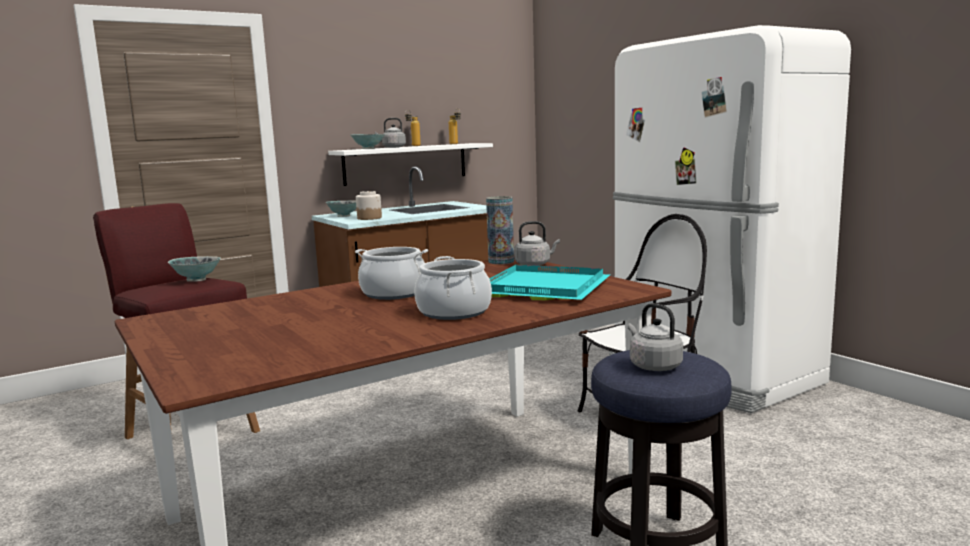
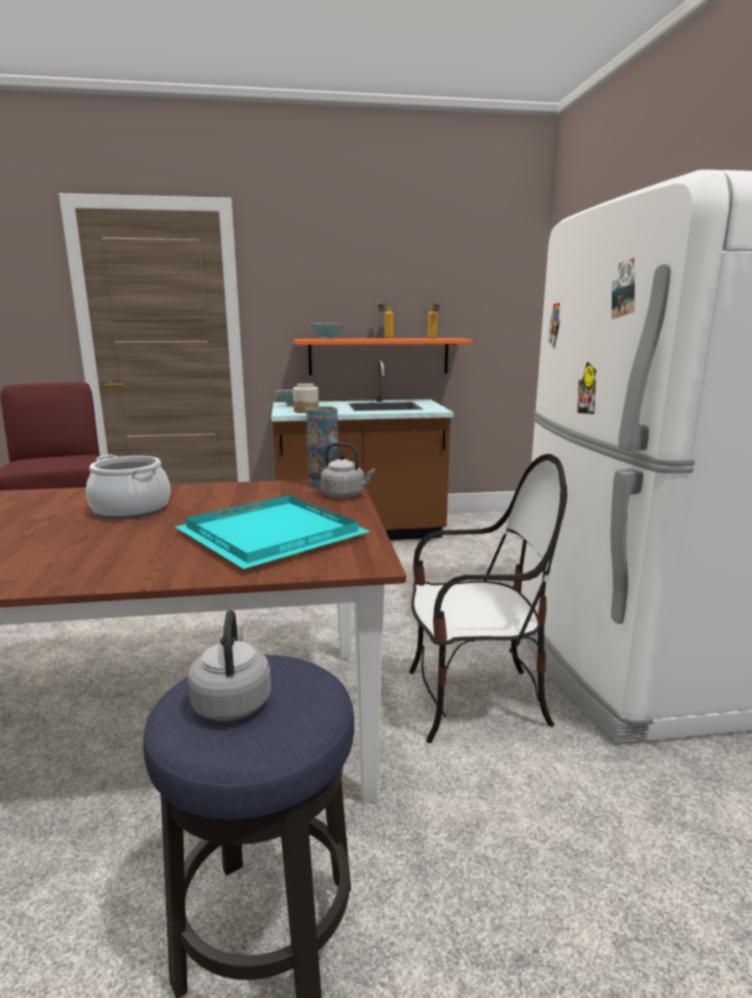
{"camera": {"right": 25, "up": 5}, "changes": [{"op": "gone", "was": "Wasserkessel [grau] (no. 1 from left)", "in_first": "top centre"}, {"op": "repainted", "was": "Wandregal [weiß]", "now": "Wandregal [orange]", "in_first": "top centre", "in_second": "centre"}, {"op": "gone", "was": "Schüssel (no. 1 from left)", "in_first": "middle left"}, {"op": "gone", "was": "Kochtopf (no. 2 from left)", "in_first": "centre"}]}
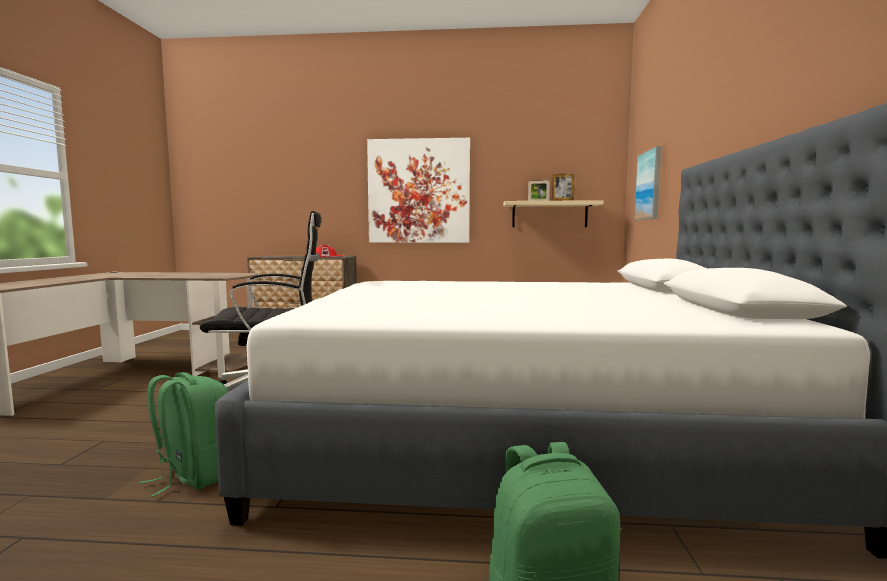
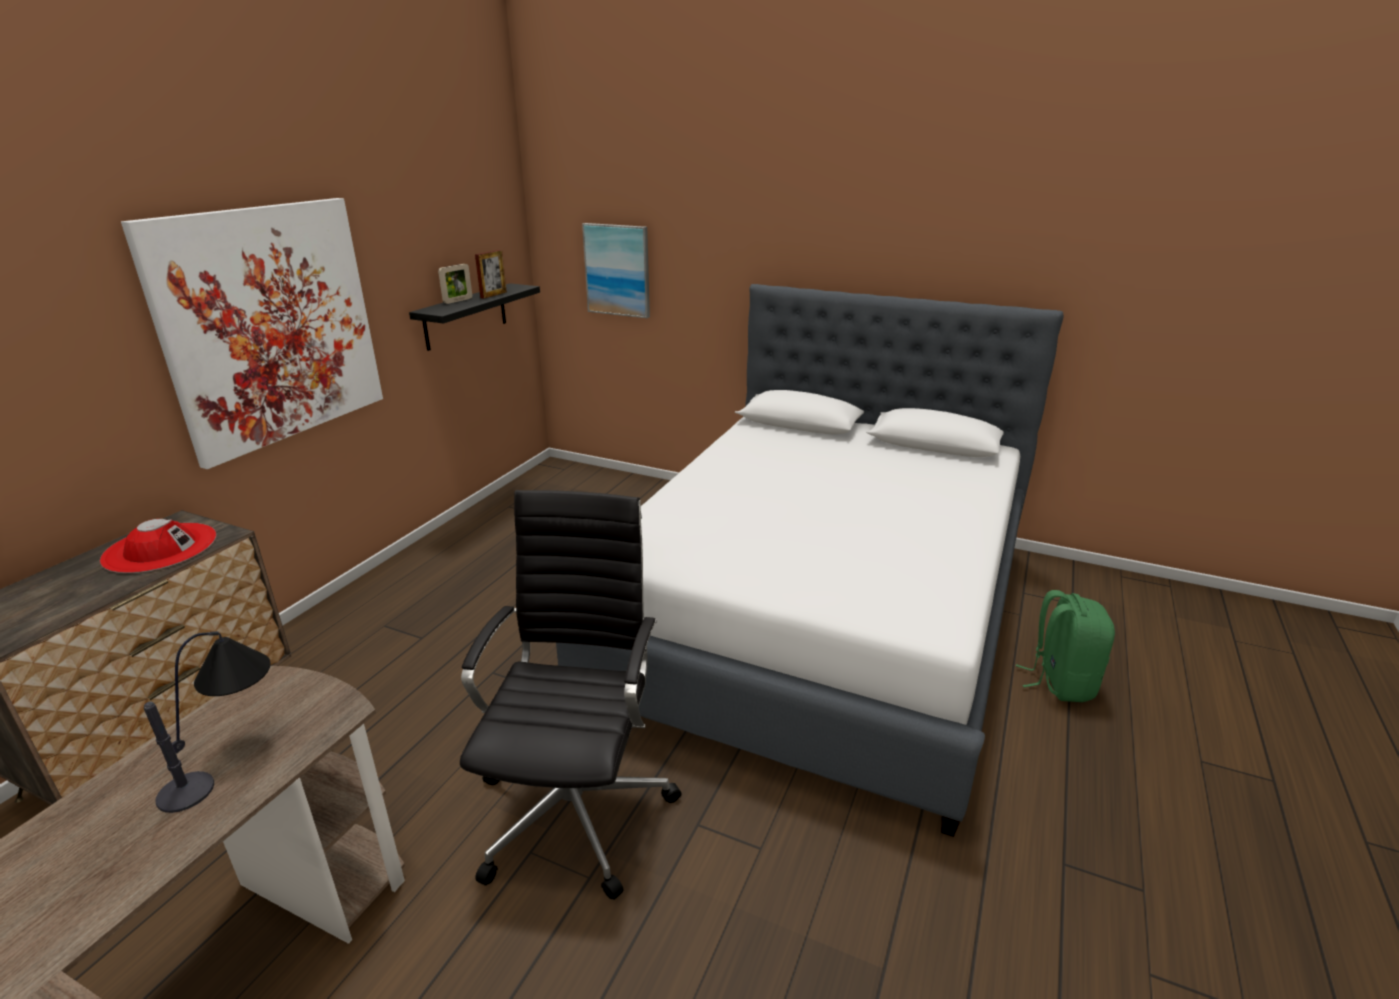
{"camera": {"right": -70, "up": 20}, "changes": [{"op": "repainted", "was": "Wandregal [beige]", "now": "Wandregal [schwarz]", "in_first": "centre", "in_second": "top centre"}, {"op": "gone", "was": "Rucksack [grün] (no. 1 from left)", "in_first": "bottom left"}, {"op": "new", "now": "Tischlampe", "in_second": "bottom left"}]}
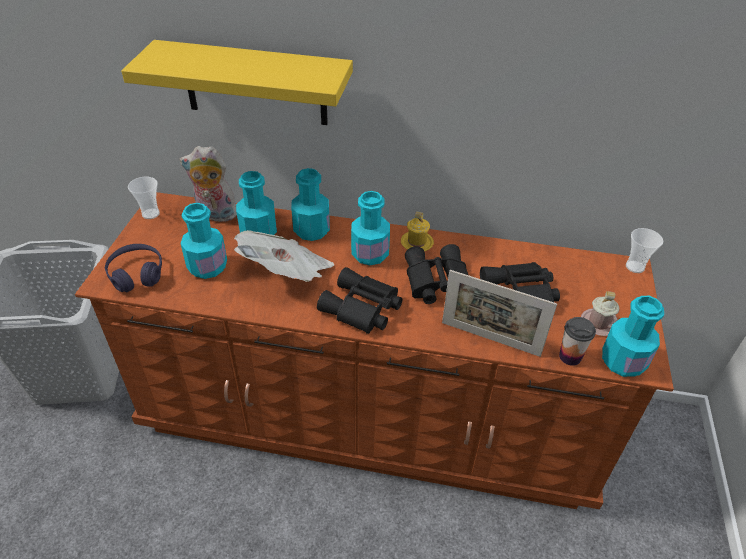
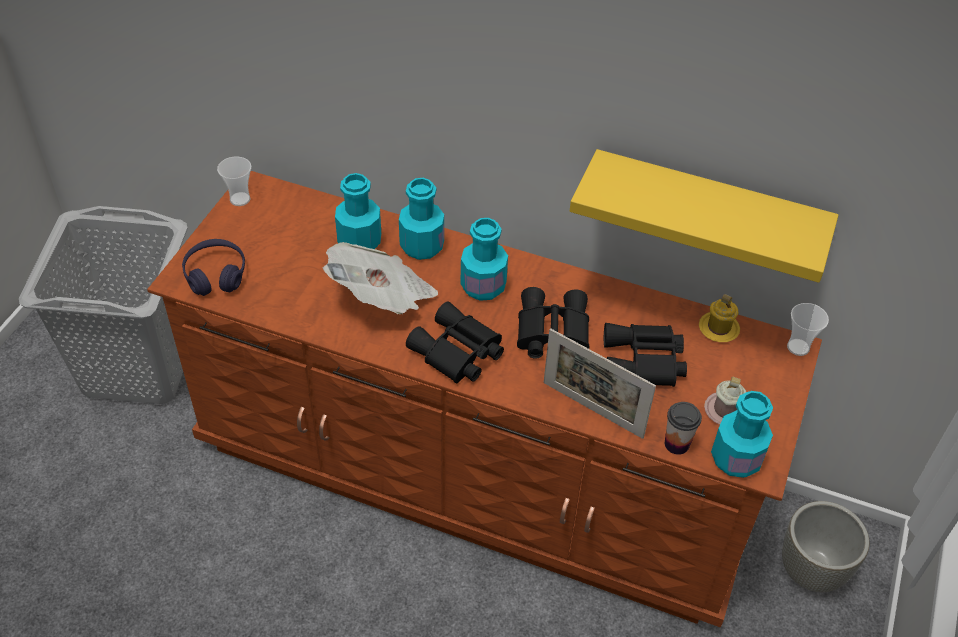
{"camera": {"right": 10, "up": 5}, "changes": [{"op": "shifted", "was": "Wandregal [gelb]", "in_first": "top left", "in_second": "middle right"}, {"op": "gone", "was": "Plüschtier", "in_first": "top left"}, {"op": "gone", "was": "Flasche [türkis] (no. 1 from left)", "in_first": "middle left"}, {"op": "shifted", "was": "Henkelbecher [gelb]", "in_first": "centre", "in_second": "middle right"}, {"op": "new", "now": "Pflanzkübel [grau]", "in_second": "bottom right"}]}
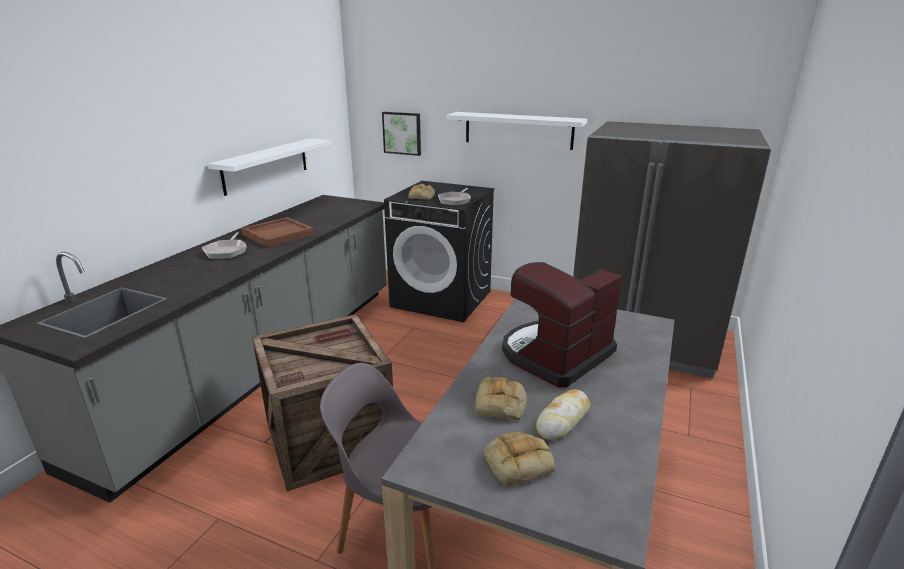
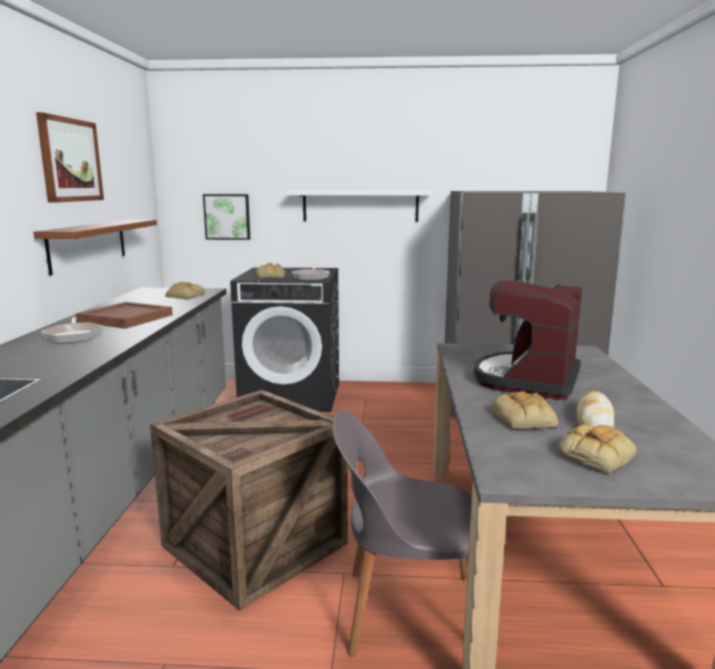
{"camera": {"right": -20, "up": -10}, "changes": [{"op": "repainted", "was": "Wandregal [weiß] (no. 1 from left)", "now": "Wandregal [braun]", "in_first": "top left", "in_second": "middle left"}, {"op": "new", "now": "Bild (no. 1 from left)", "in_second": "top left"}, {"op": "new", "now": "Brot (no. 1 from left)", "in_second": "middle left"}]}
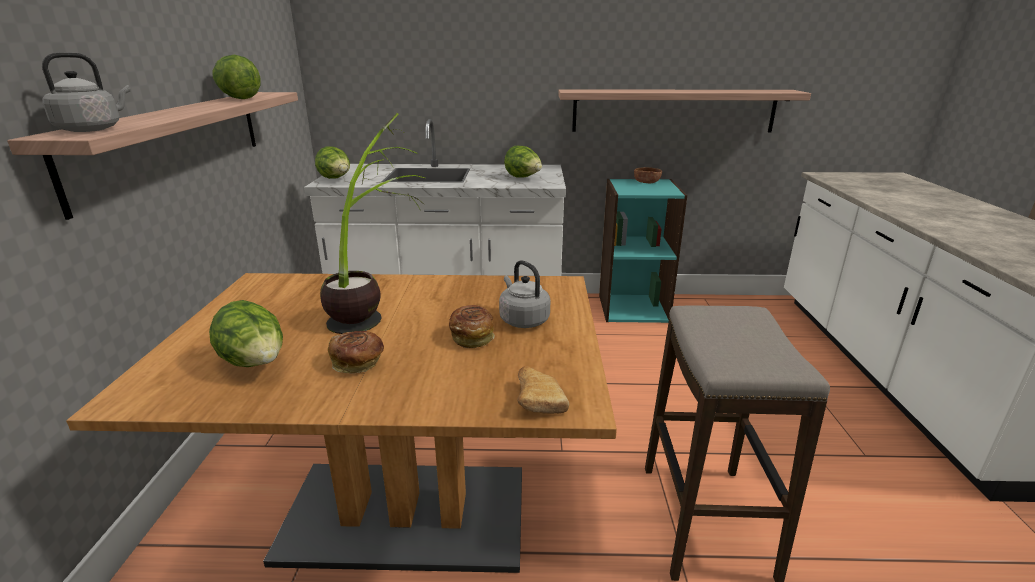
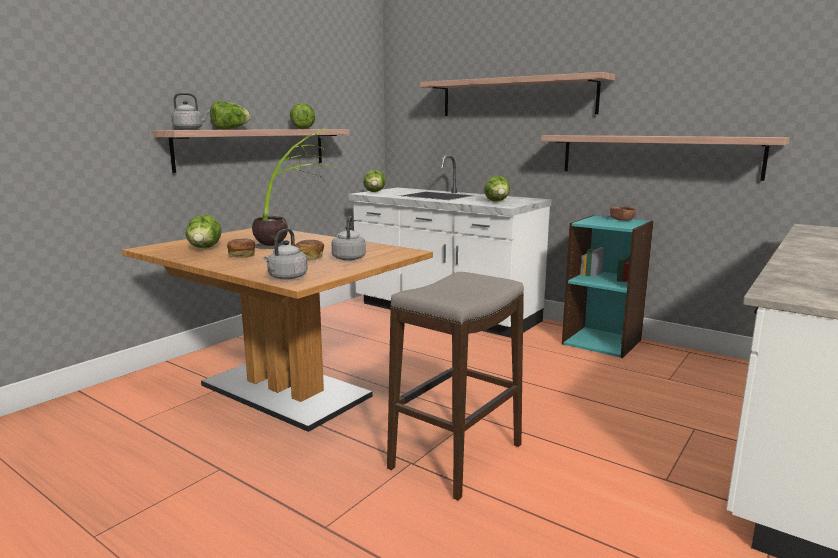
{"camera": {"right": 35, "up": -10}, "changes": [{"op": "swapped", "was": "Brot (no. 3 from left)", "now": "Wasserkessel [grau] (no. 2 from left)", "in_first": "bottom centre", "in_second": "centre"}, {"op": "new", "now": "Wandregal (no. 2 from left)", "in_second": "top centre"}, {"op": "new", "now": "Salatkopf (no. 2 from left)", "in_second": "top left"}]}
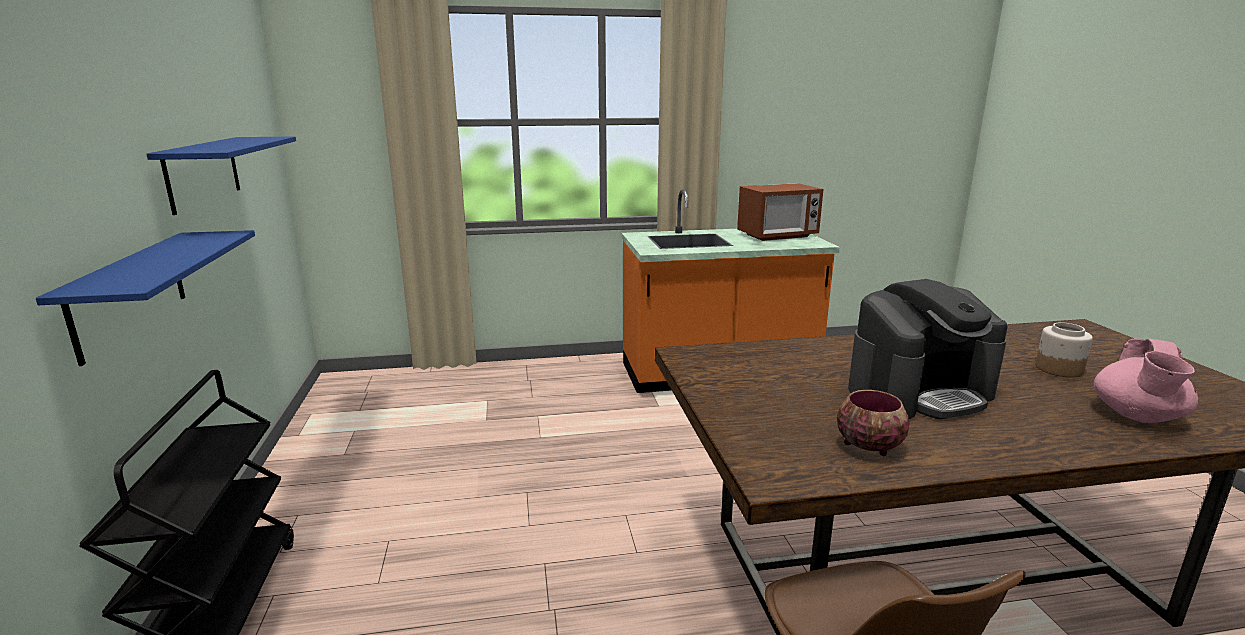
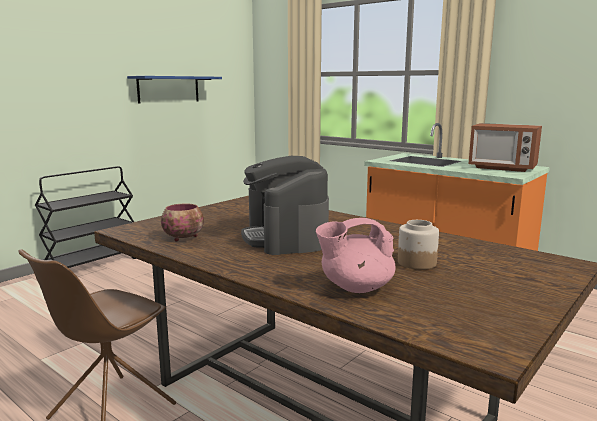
{"camera": {"right": 50, "up": -5}, "changes": [{"op": "gone", "was": "Wandregal [blau] (no. 1 from left)", "in_first": "middle left"}, {"op": "rotated", "was": "Kaffeemaschine", "in_first": "middle right", "in_second": "centre", "clockwise": 45}]}
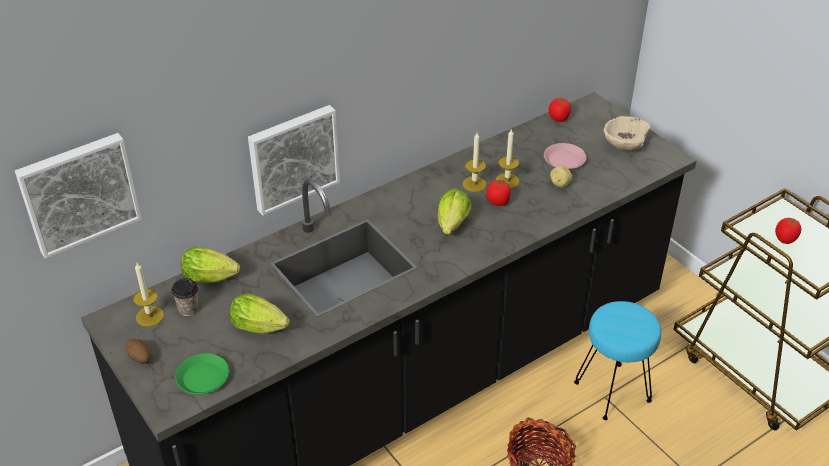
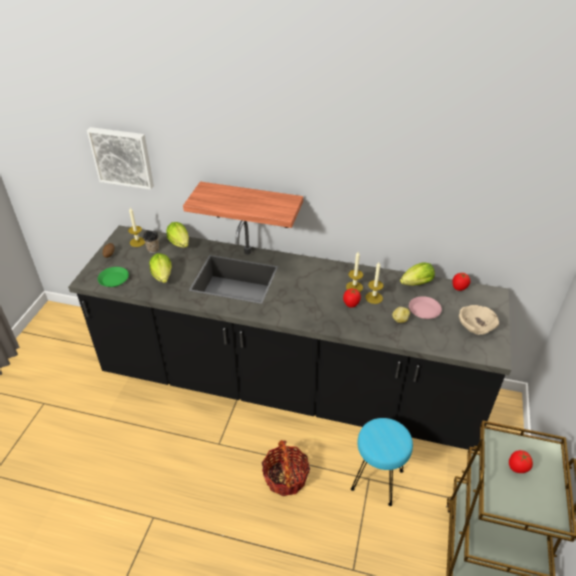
{"camera": {"right": 50, "up": 0}, "changes": [{"op": "swapped", "was": "Bild (no. 2 from left)", "now": "Wandregal", "in_first": "centre", "in_second": "centre"}, {"op": "shifted", "was": "Salatkopf (no. 3 from left)", "in_first": "centre", "in_second": "middle right"}]}
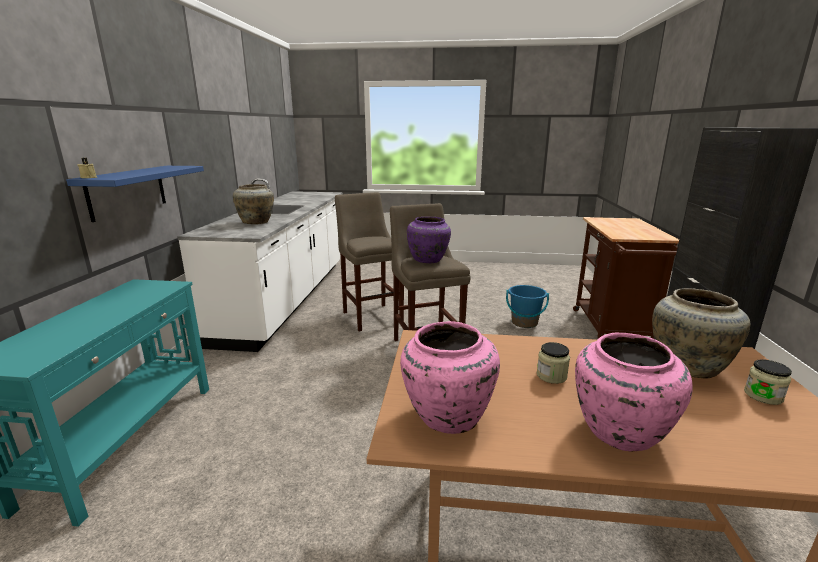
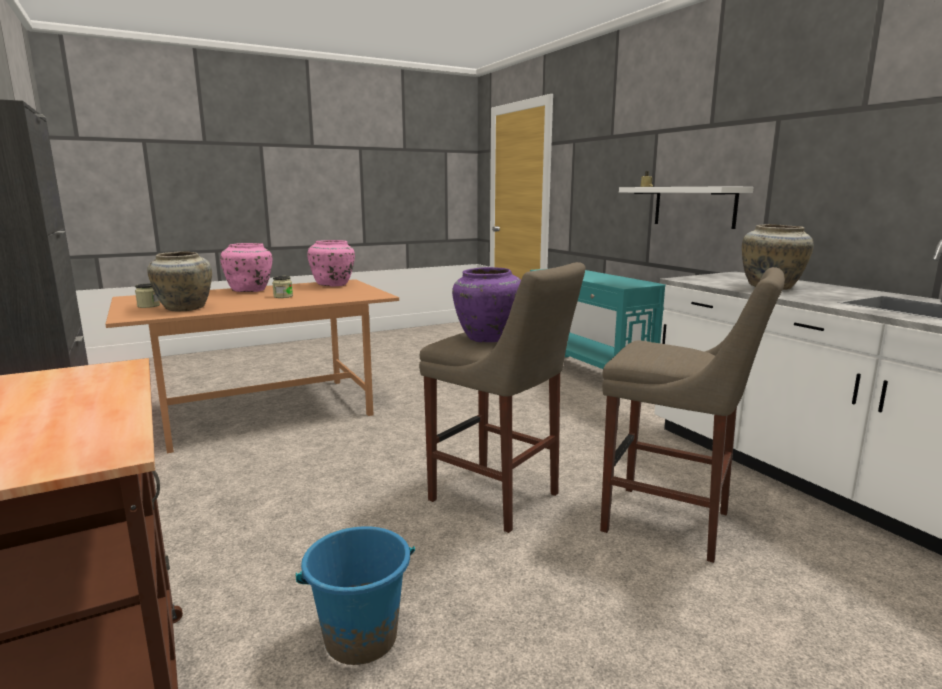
{"camera": {"right": 145, "up": -5}, "changes": [{"op": "repainted", "was": "Wandregal [blau]", "now": "Wandregal [weiß]", "in_first": "middle left", "in_second": "top right"}]}
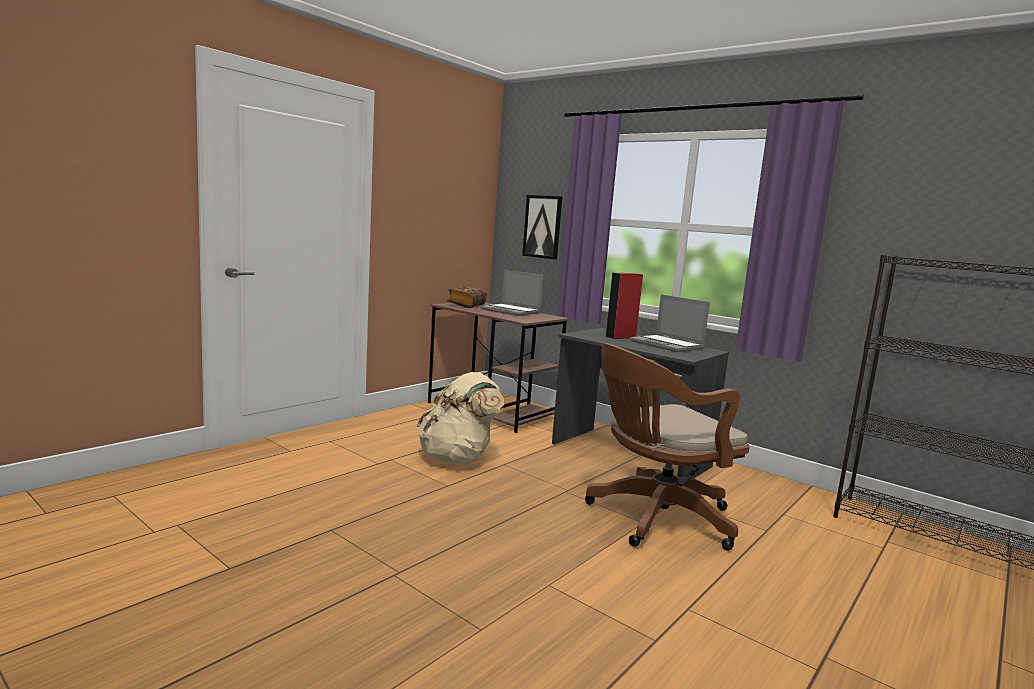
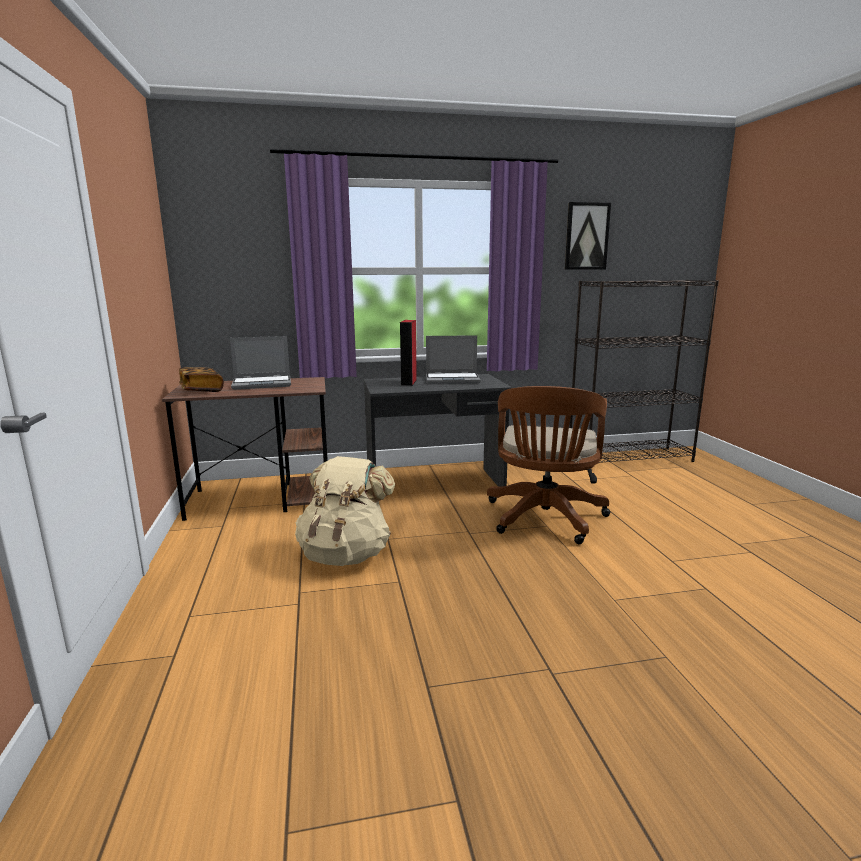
{"camera": {"right": -50, "up": 5}, "changes": [{"op": "shifted", "was": "Bild", "in_first": "top centre", "in_second": "top right"}]}
